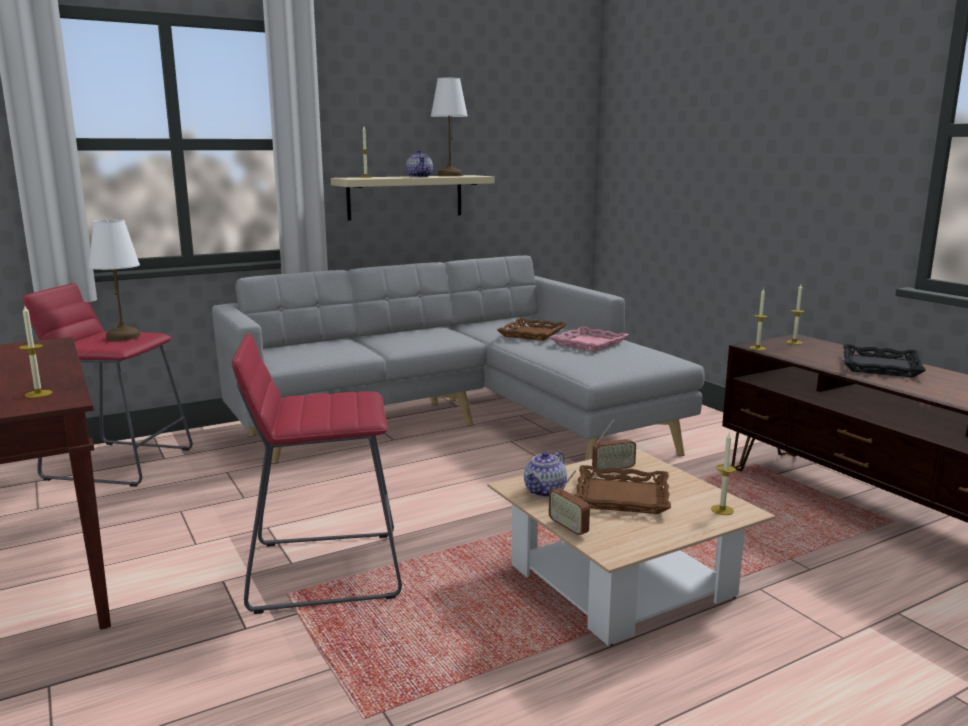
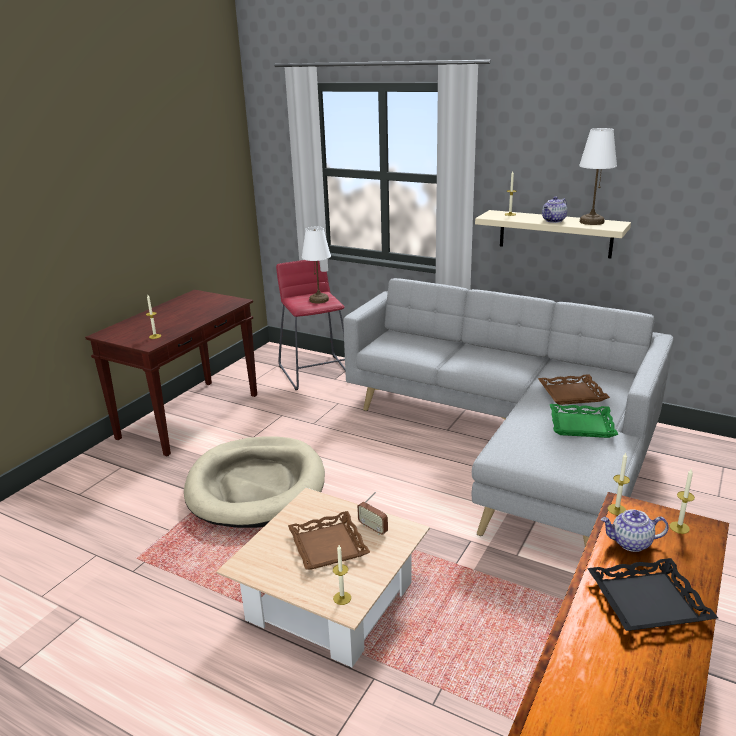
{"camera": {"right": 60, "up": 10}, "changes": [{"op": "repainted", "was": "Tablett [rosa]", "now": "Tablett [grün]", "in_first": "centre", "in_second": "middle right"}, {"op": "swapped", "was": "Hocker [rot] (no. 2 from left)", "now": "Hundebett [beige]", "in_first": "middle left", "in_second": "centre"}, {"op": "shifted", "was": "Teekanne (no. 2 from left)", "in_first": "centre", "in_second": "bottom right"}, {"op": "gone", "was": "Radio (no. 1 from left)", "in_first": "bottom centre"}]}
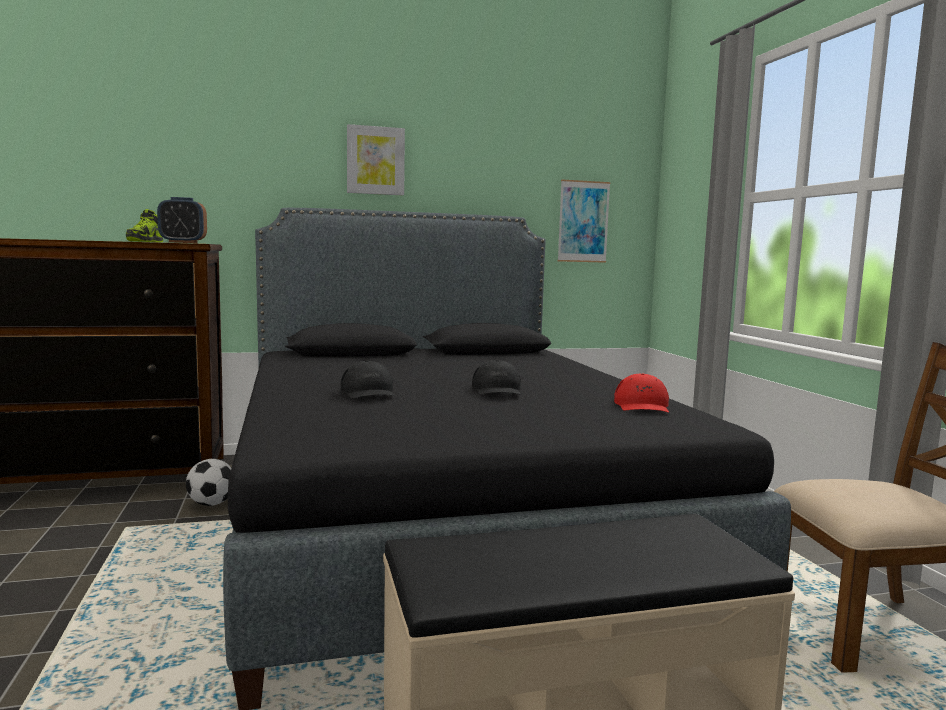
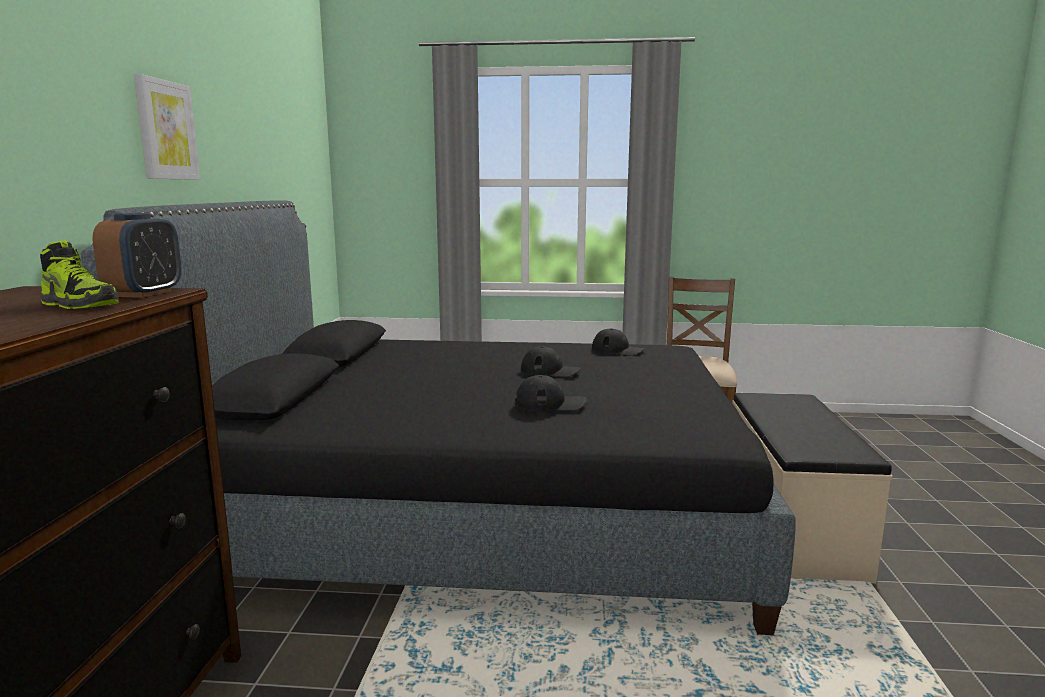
{"camera": {"right": -70, "up": 5}, "changes": [{"op": "gone", "was": "Bild (no. 2 from left)", "in_first": "top centre"}, {"op": "repainted", "was": "Kappe [rot]", "now": "Kappe [schwarz] (no. 3 from left)", "in_first": "middle right", "in_second": "centre"}, {"op": "gone", "was": "Fußball", "in_first": "bottom left"}]}
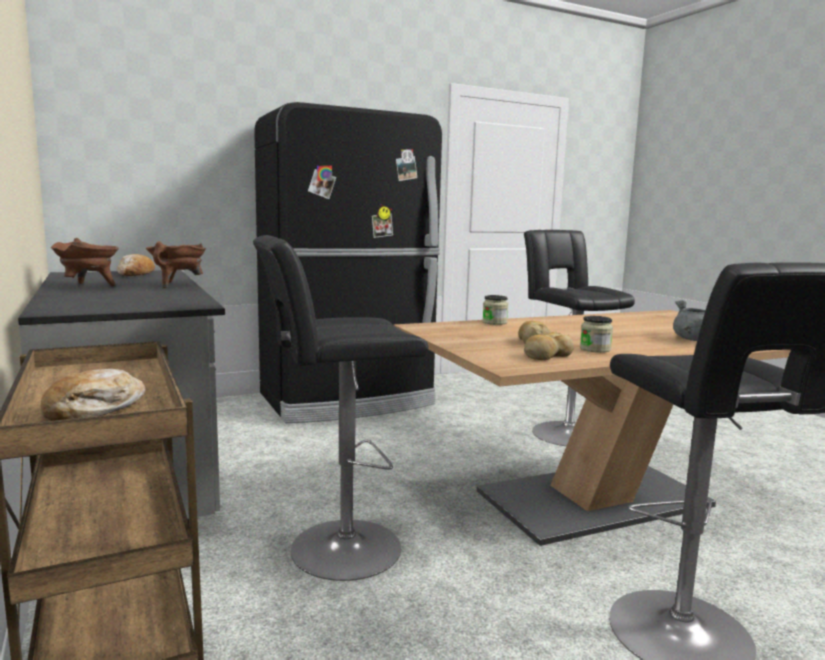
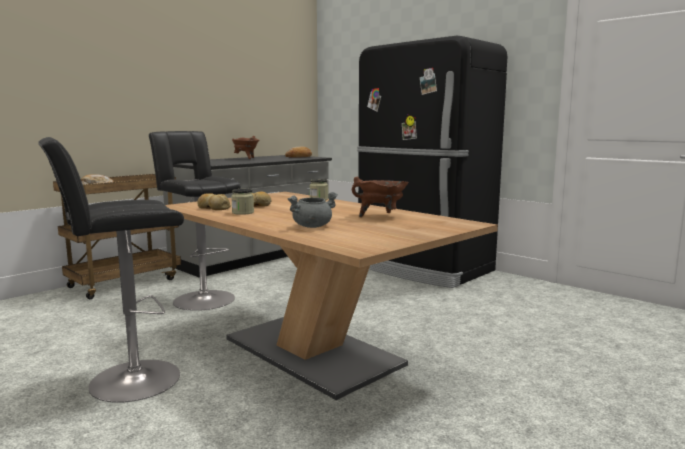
{"camera": {"right": 70, "up": 0}, "changes": [{"op": "gone", "was": "Hocker [schwarz] (no. 2 from left)", "in_first": "middle right"}, {"op": "shifted", "was": "Kochtopf [braun] (no. 2 from left)", "in_first": "middle left", "in_second": "centre"}]}
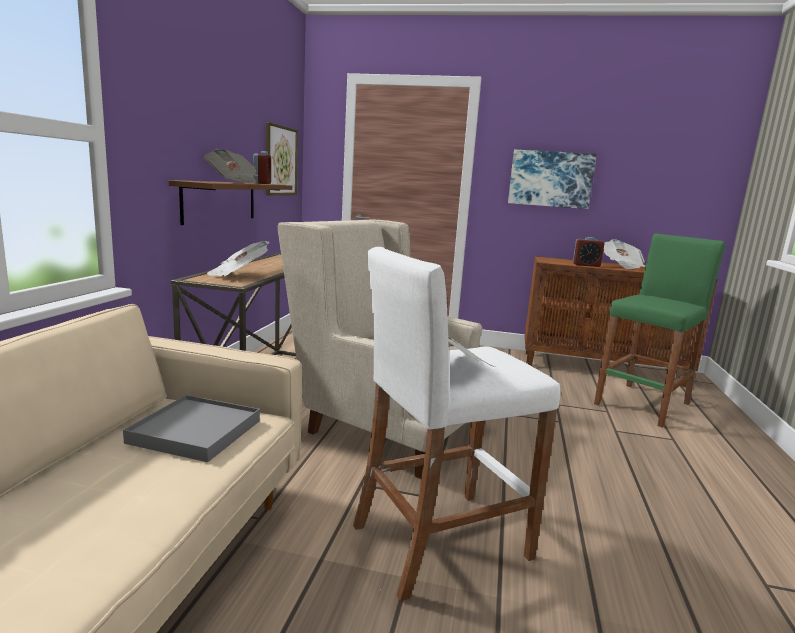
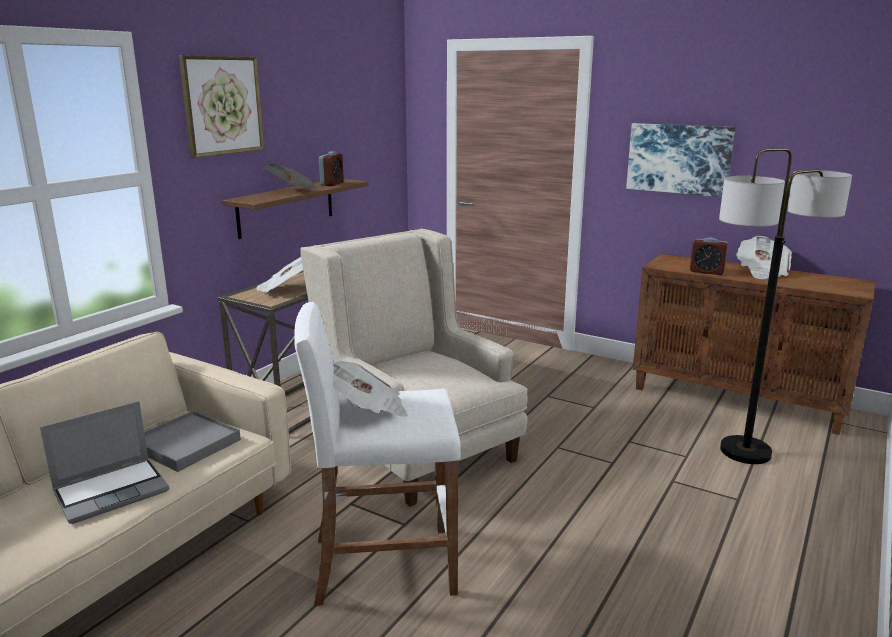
{"camera": {"right": 20, "up": 5}, "changes": [{"op": "shifted", "was": "Bild (no. 1 from left)", "in_first": "top centre", "in_second": "top left"}, {"op": "swapped", "was": "Hocker [grün]", "now": "Stehlampe", "in_first": "middle right", "in_second": "middle right"}, {"op": "new", "now": "Laptop", "in_second": "bottom left"}]}
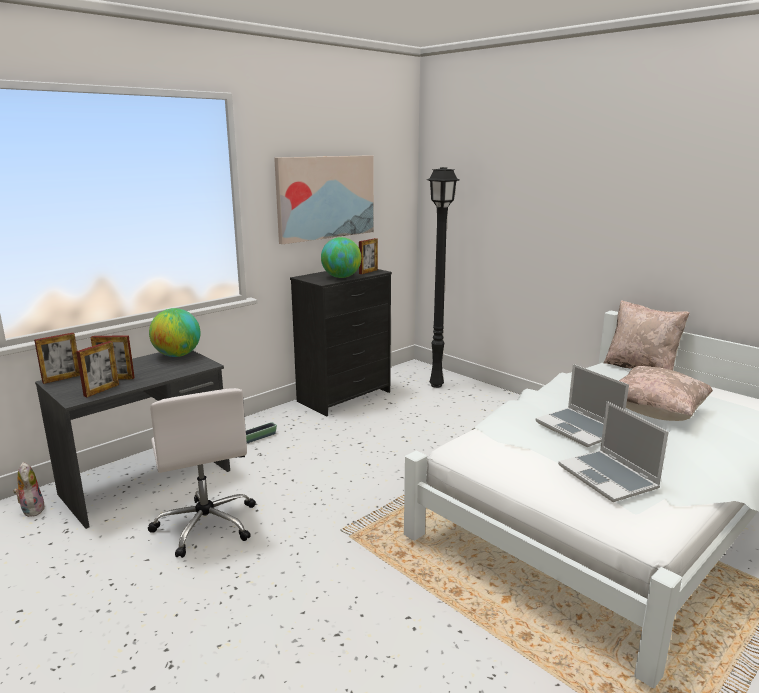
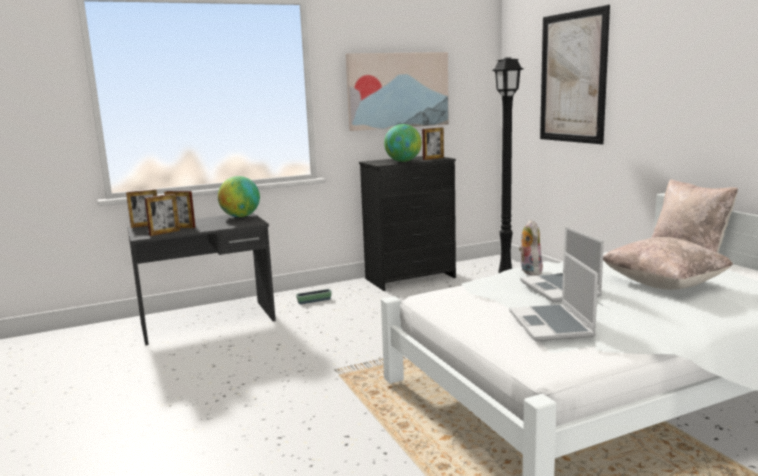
{"camera": {"right": 20, "up": -5}, "changes": [{"op": "gone", "was": "Bürostuhl [weiß]", "in_first": "bottom left"}, {"op": "shifted", "was": "Plüschtier", "in_first": "bottom left", "in_second": "middle right"}, {"op": "new", "now": "Bild (no. 2 from left)", "in_second": "top right"}]}
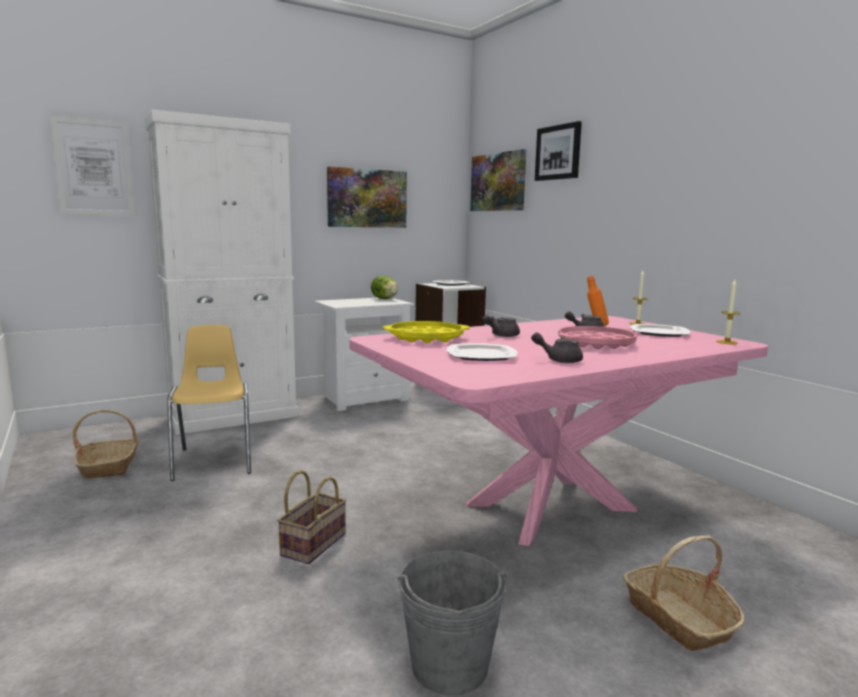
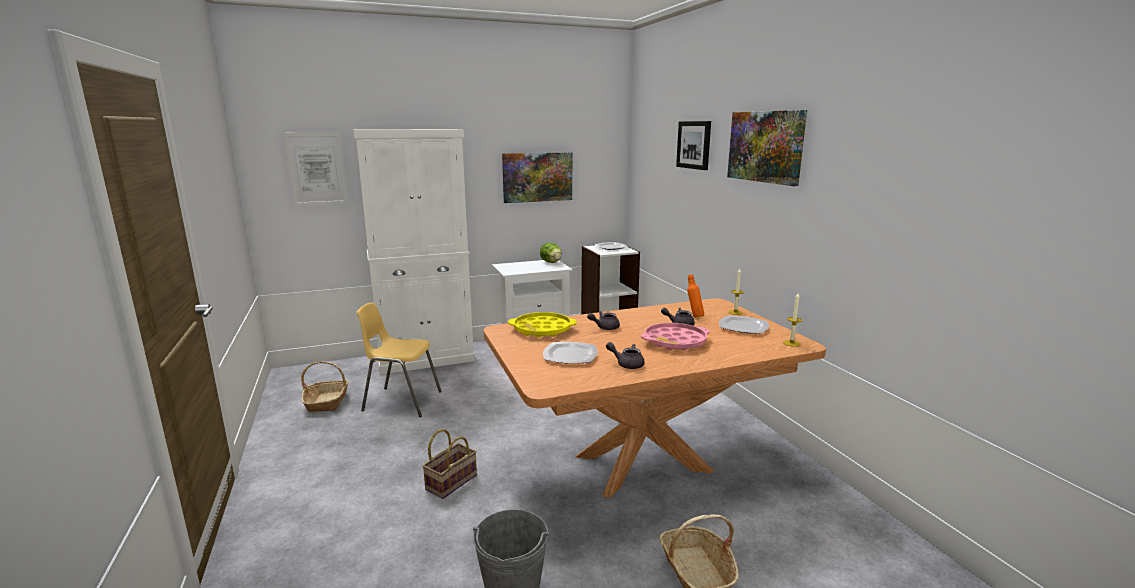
{"camera": {"right": 10, "up": 5}, "changes": [{"op": "shifted", "was": "Bild (no. 3 from left in the first image)", "now": "Bild (no. 4 from left)", "in_first": "top centre", "in_second": "top right"}, {"op": "repainted", "was": "Esstisch [rosa]", "now": "Esstisch [braun]", "in_first": "centre", "in_second": "bottom centre"}, {"op": "rotated", "was": "Stuhl [gelb]", "in_first": "middle left", "in_second": "centre", "clockwise": -75}]}
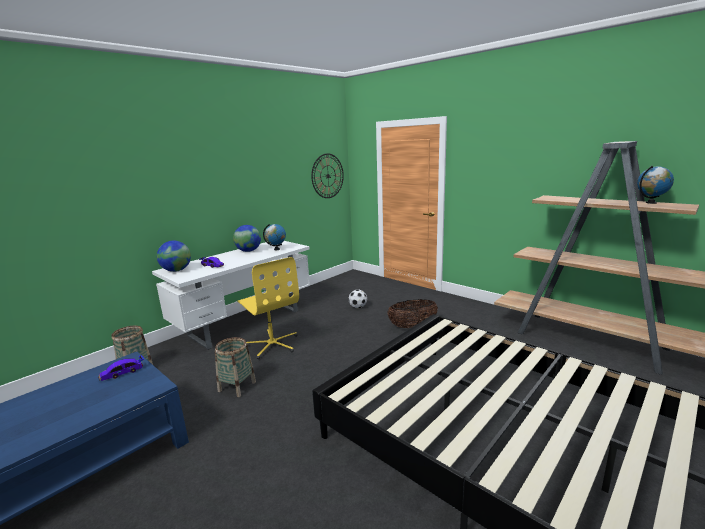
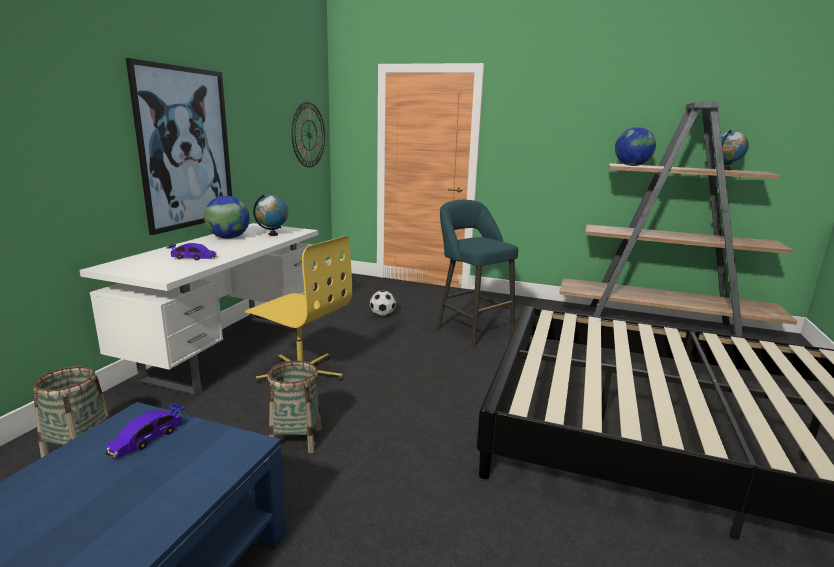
{"camera": {"right": -25, "up": 0}, "changes": [{"op": "shifted", "was": "Globus (no. 1 from left in the first image)", "now": "Globus (no. 3 from left)", "in_first": "middle left", "in_second": "top right"}, {"op": "swapped", "was": "Korb (no. 3 from left)", "now": "Hocker [türkis]", "in_first": "centre", "in_second": "centre"}, {"op": "new", "now": "Bild", "in_second": "top left"}]}
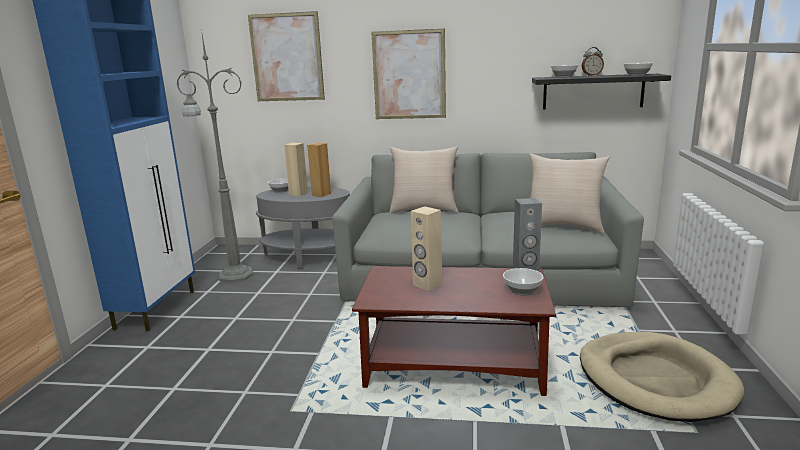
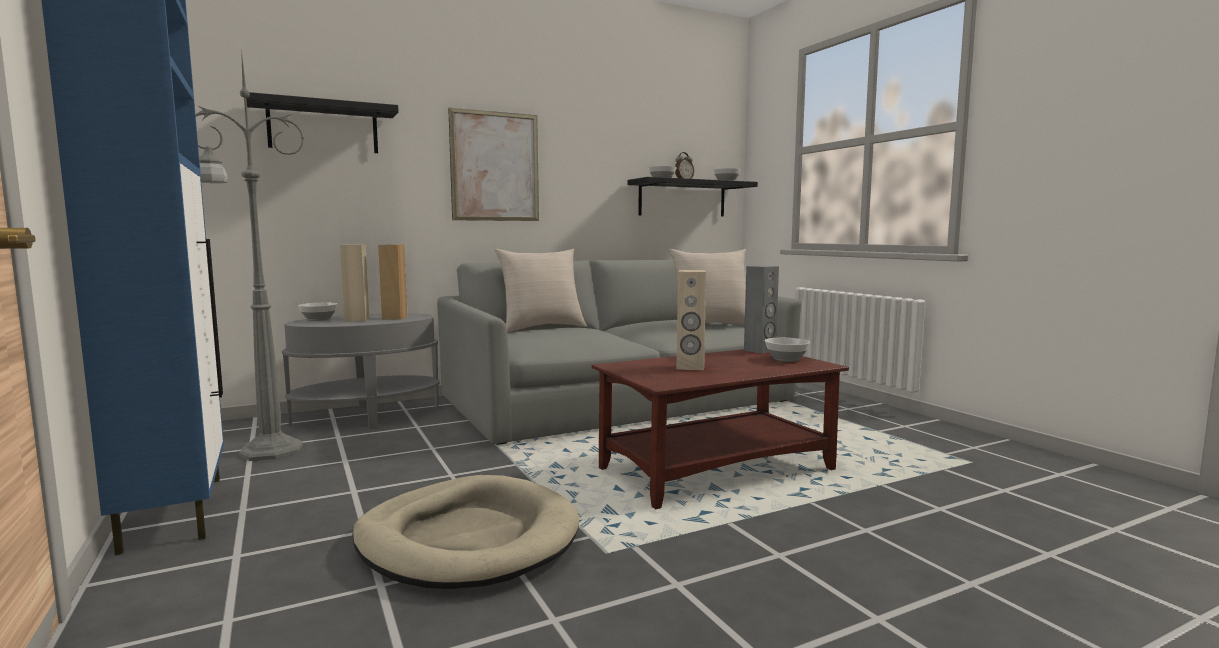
{"camera": {"right": -35, "up": -10}, "changes": [{"op": "swapped", "was": "Bild (no. 1 from left)", "now": "Wandregal [schwarz] (no. 1 from left)", "in_first": "top centre", "in_second": "top left"}, {"op": "shifted", "was": "Hundebett [beige]", "in_first": "bottom right", "in_second": "bottom centre"}]}
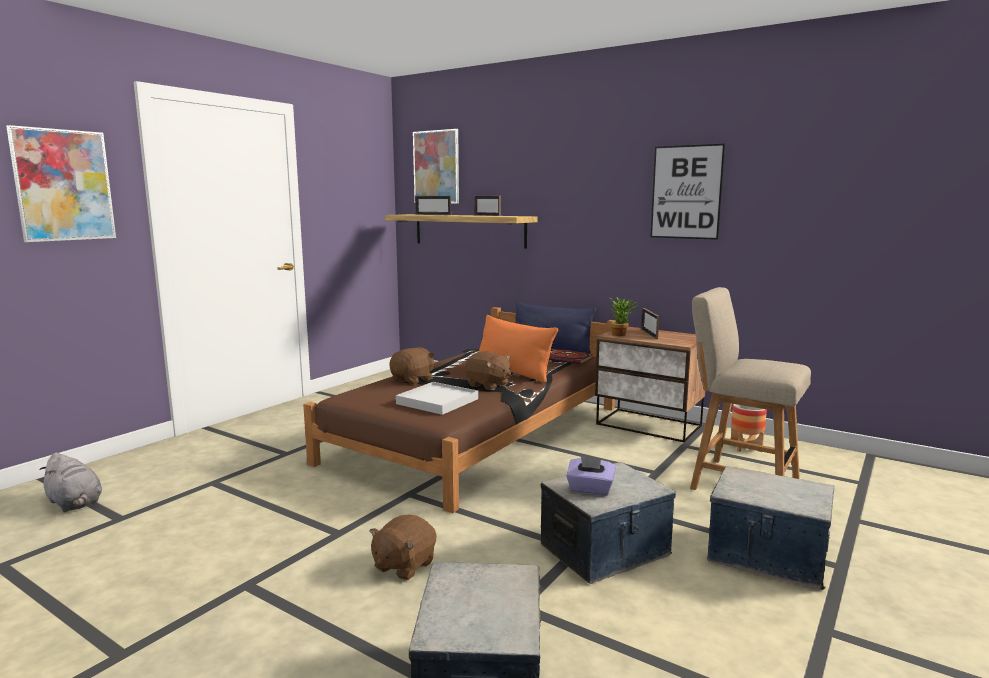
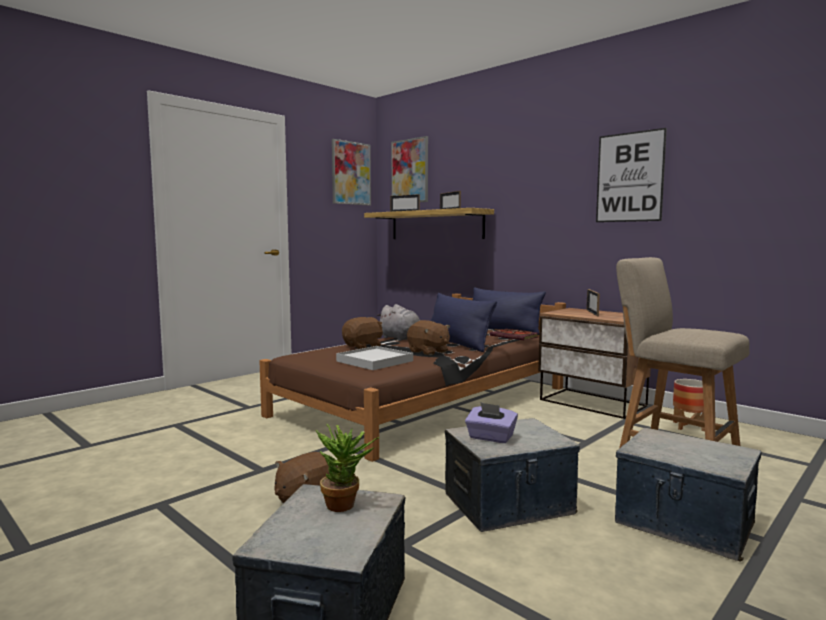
{"camera": {"right": 10, "up": -5}, "changes": [{"op": "shifted", "was": "Bild (no. 1 from left)", "in_first": "top left", "in_second": "top centre"}, {"op": "shifted", "was": "Topfpflanze", "in_first": "centre", "in_second": "bottom centre"}, {"op": "repainted", "was": "Kissen [orange]", "now": "Kissen [blau] (no. 1 from left)", "in_first": "centre", "in_second": "centre"}, {"op": "shifted", "was": "Plüschtier [grau]", "in_first": "bottom left", "in_second": "centre"}]}
